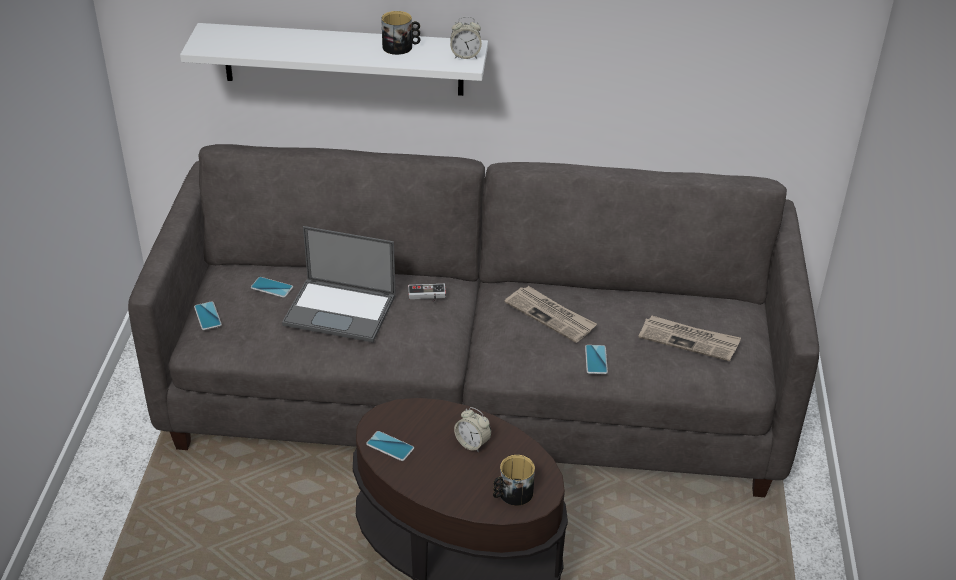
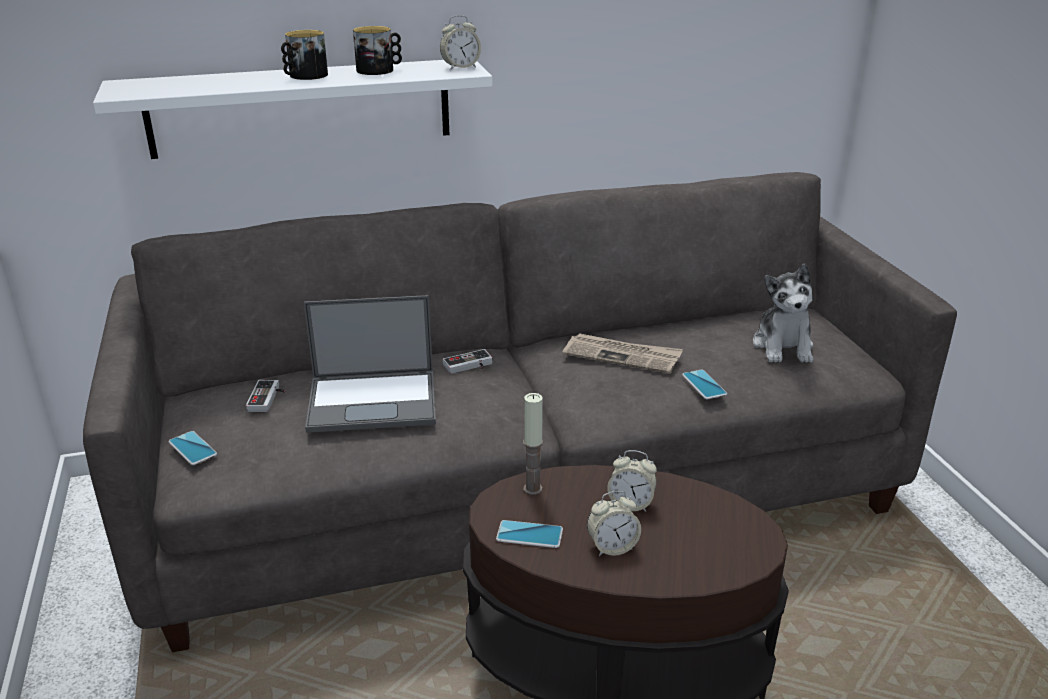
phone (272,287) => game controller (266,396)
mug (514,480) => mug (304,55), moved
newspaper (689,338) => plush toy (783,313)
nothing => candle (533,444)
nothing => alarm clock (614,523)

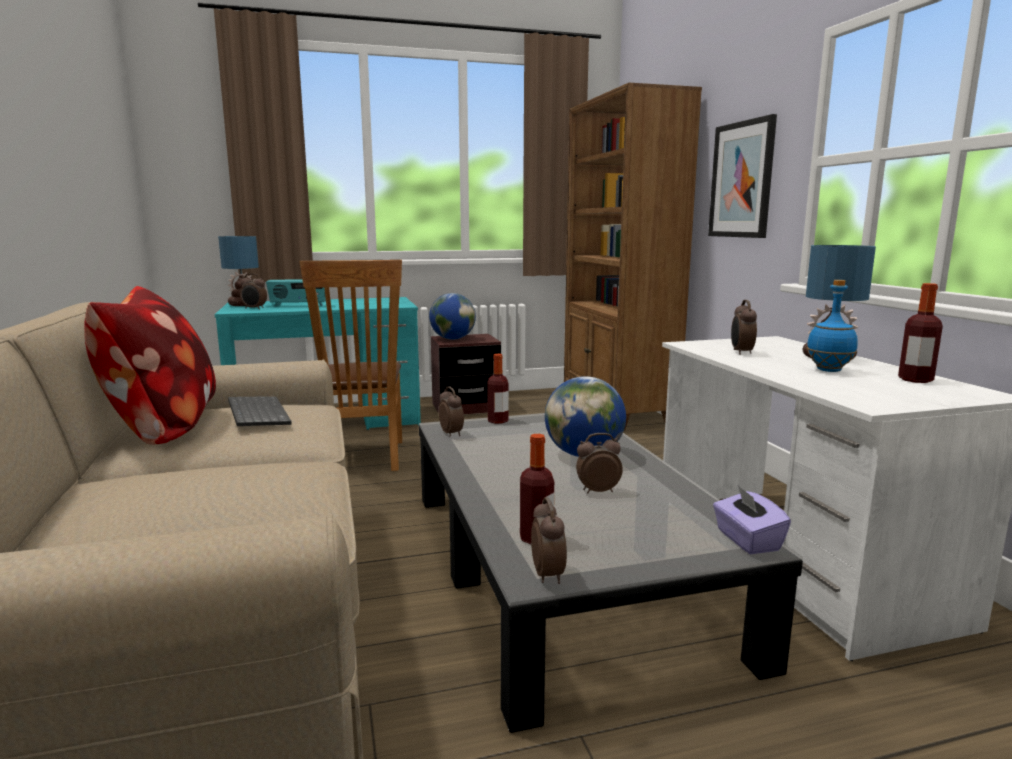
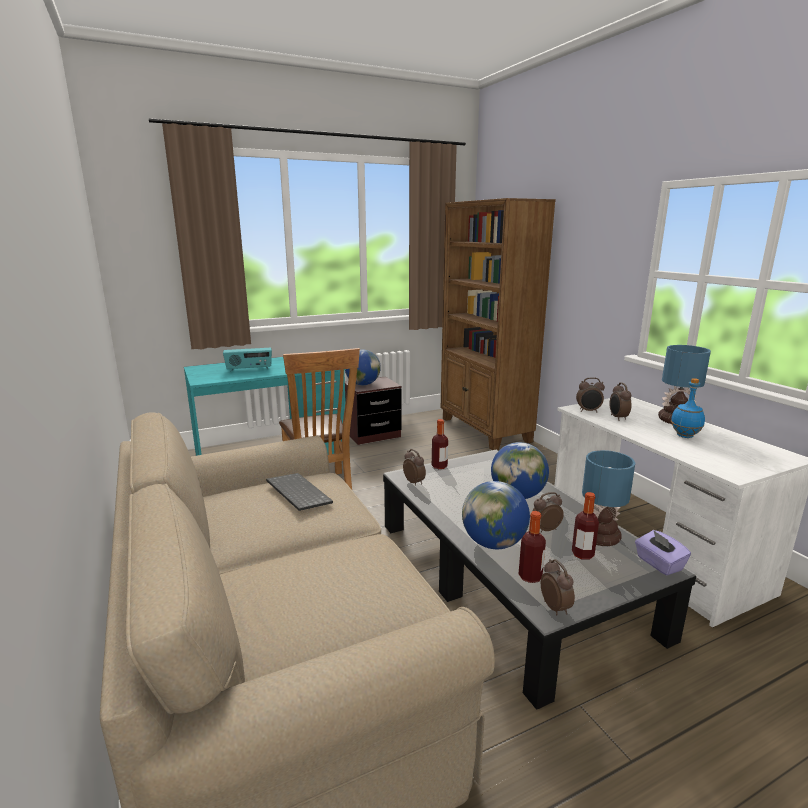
pillow (150,365) => nothing
table lamp (238,271) => table lamp (608,498), moved
alarm clock (253,291) => alarm clock (590,394), moved
picture (742,176) => nothing
bottle (920,333) => bottle (585,526), moved
nothing => globe (496,515)

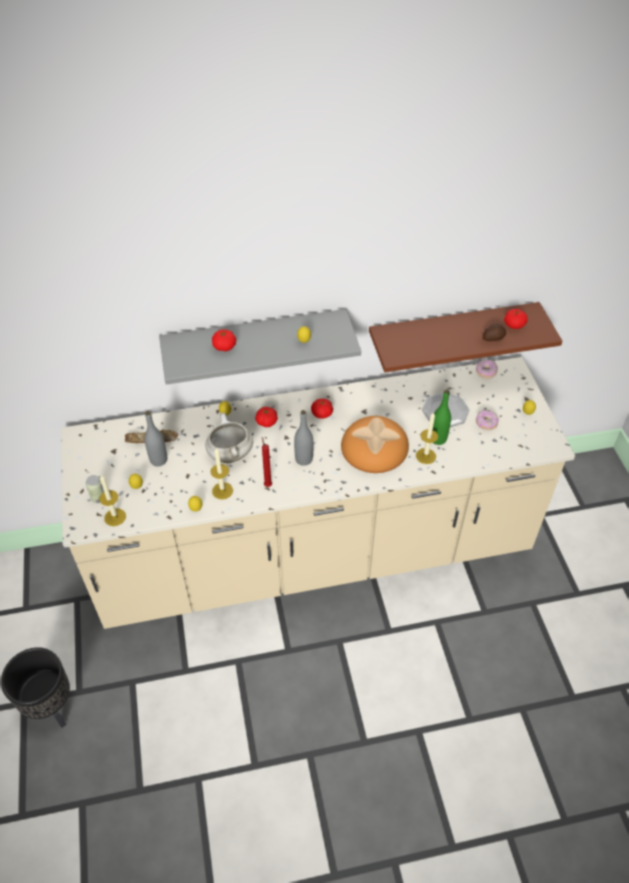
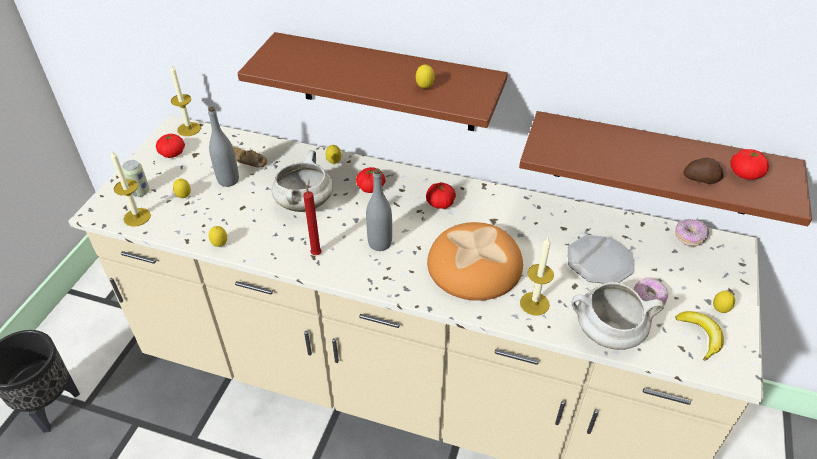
shelf/grey (260,347) => shelf/brown (372,81)
candle (221,473) => candle (185,100), moved
tomato (224,340) => tomato (170,146), moved
bottle/green (442,417) => nothing
nothing => cooking pot/white (618,316)
nothing => banana (699,336)

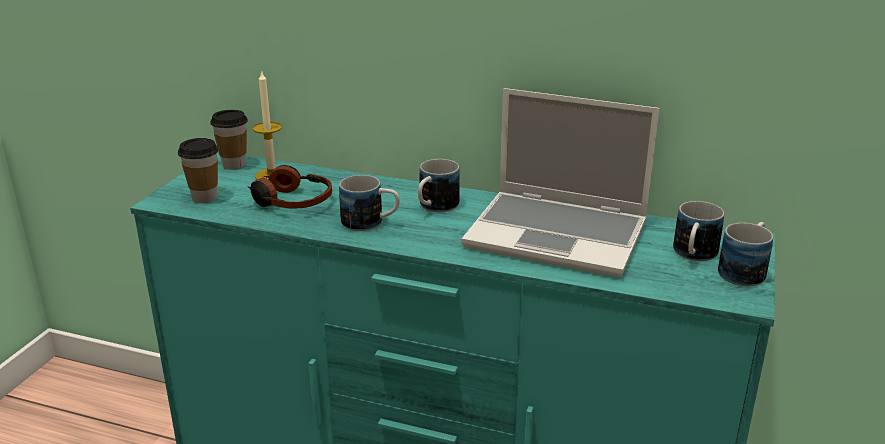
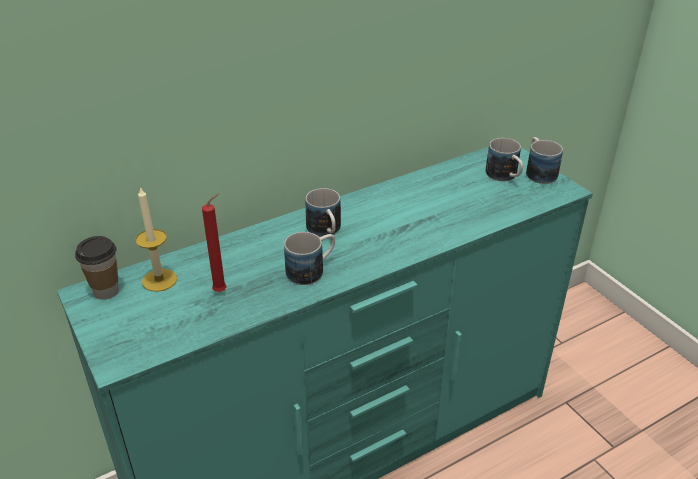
cup (198,170) => nothing
headphones (289,187) => candle/red (214,242)
laptop (561,182) => nothing

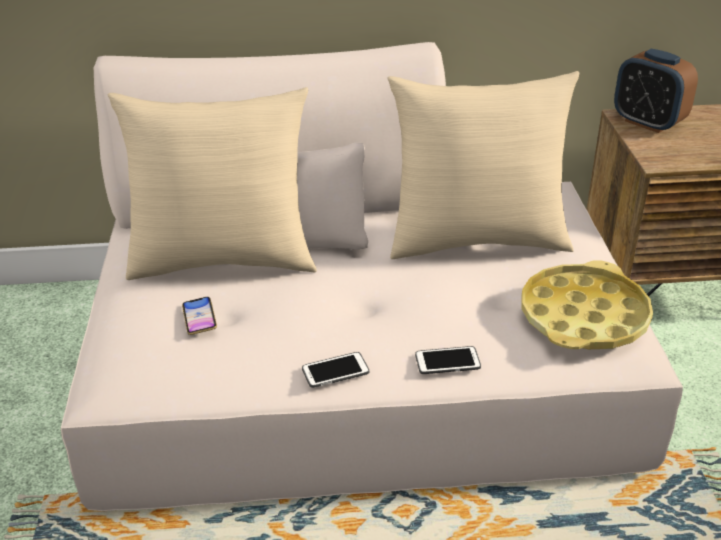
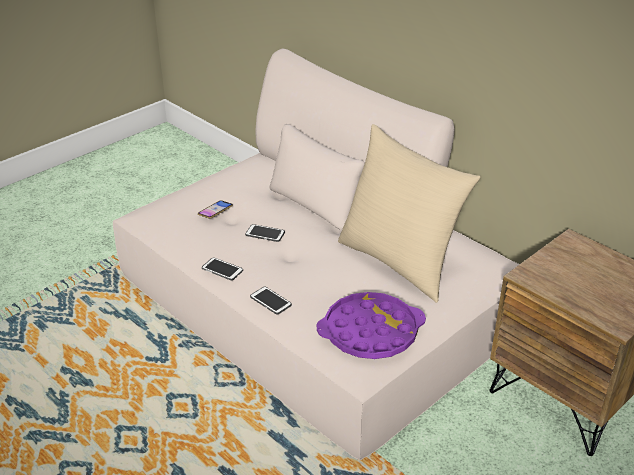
pillow/beige (212,183) => nothing
tray/yellow (587,304) => tray/purple (371,325)
alarm clock (656,91) => nothing
nothing => phone (265,233)

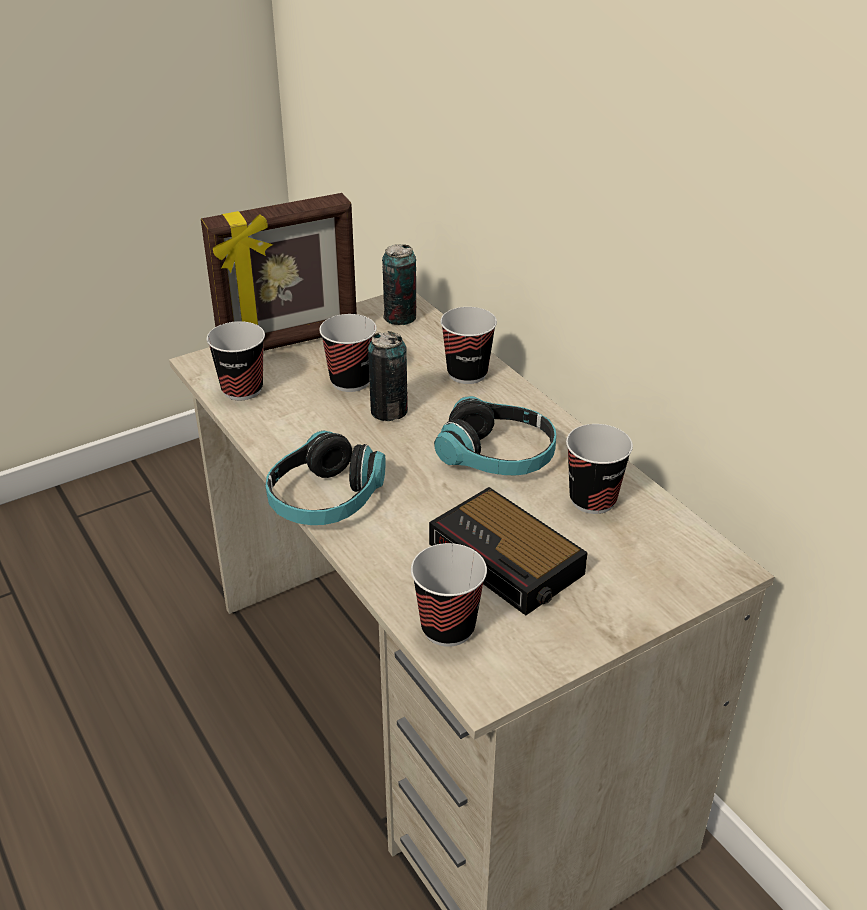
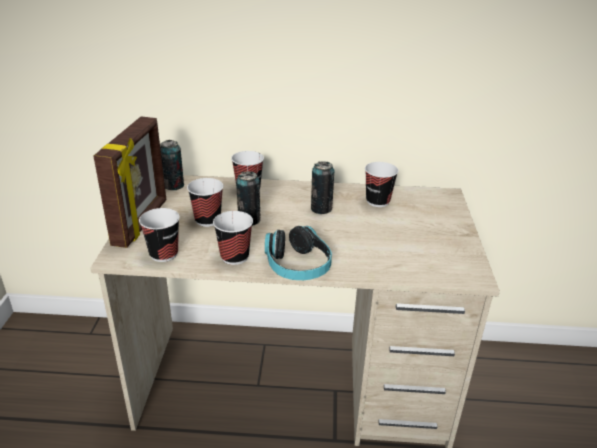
cup (449,595) => cup (233,238), moved
alarm clock (508,551) => nothing
headphones (495,435) => can (323,187)

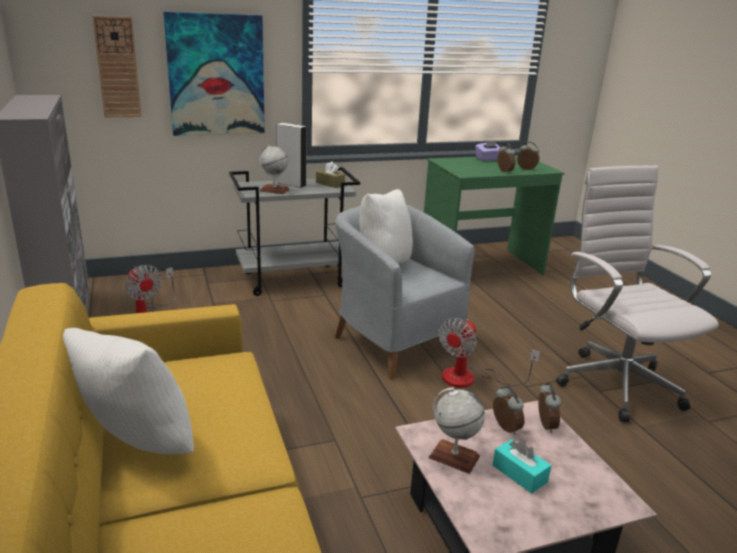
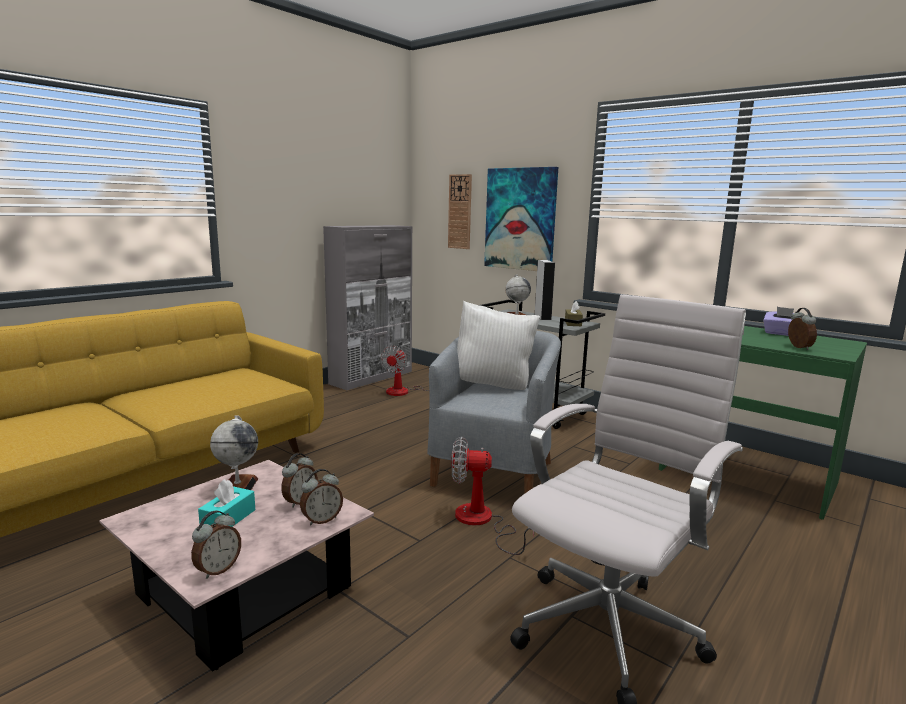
pillow/white (128,391) => nothing
alarm clock (506,158) => alarm clock (216,545), moved

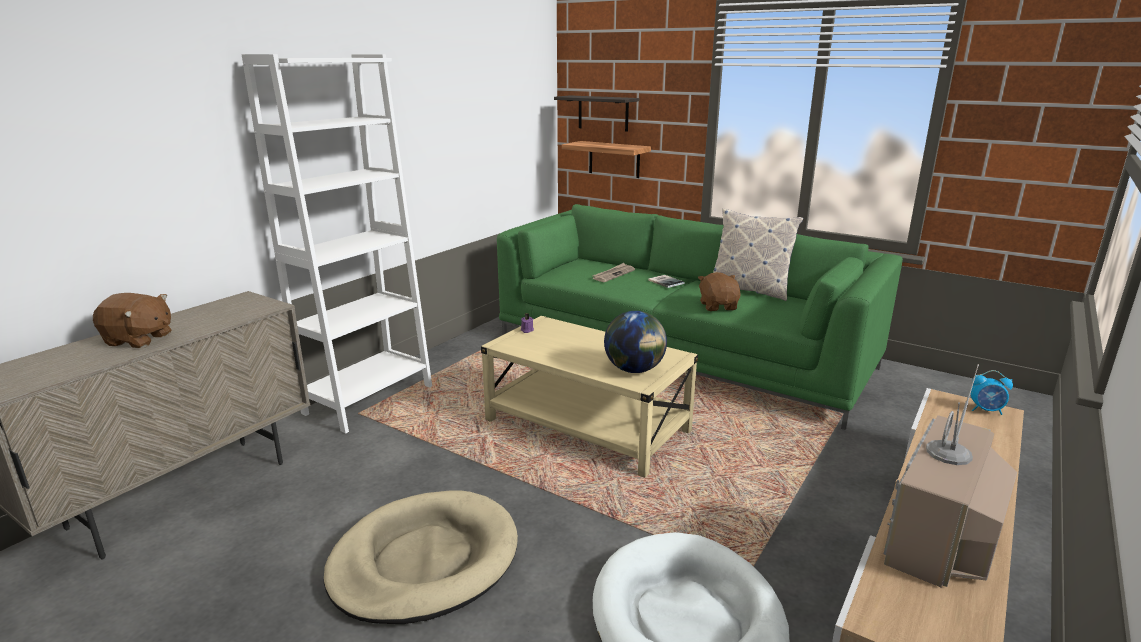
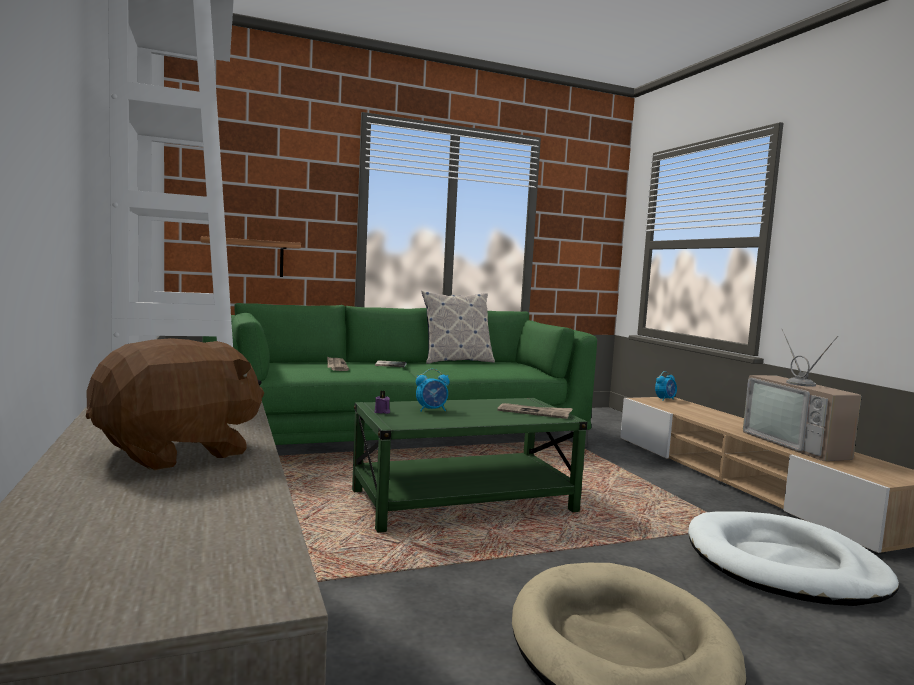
coffee table/beige (589,397) => coffee table/green (469,465)
shelf (597,113) => nothing
globe (635,342) => newspaper (535,411)
plush toy/brown (719,291) => nothing
nothing => alarm clock (433,390)

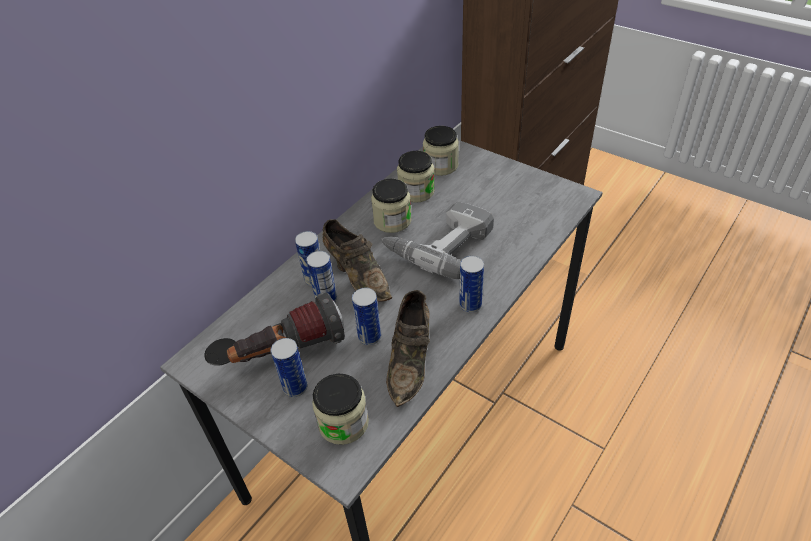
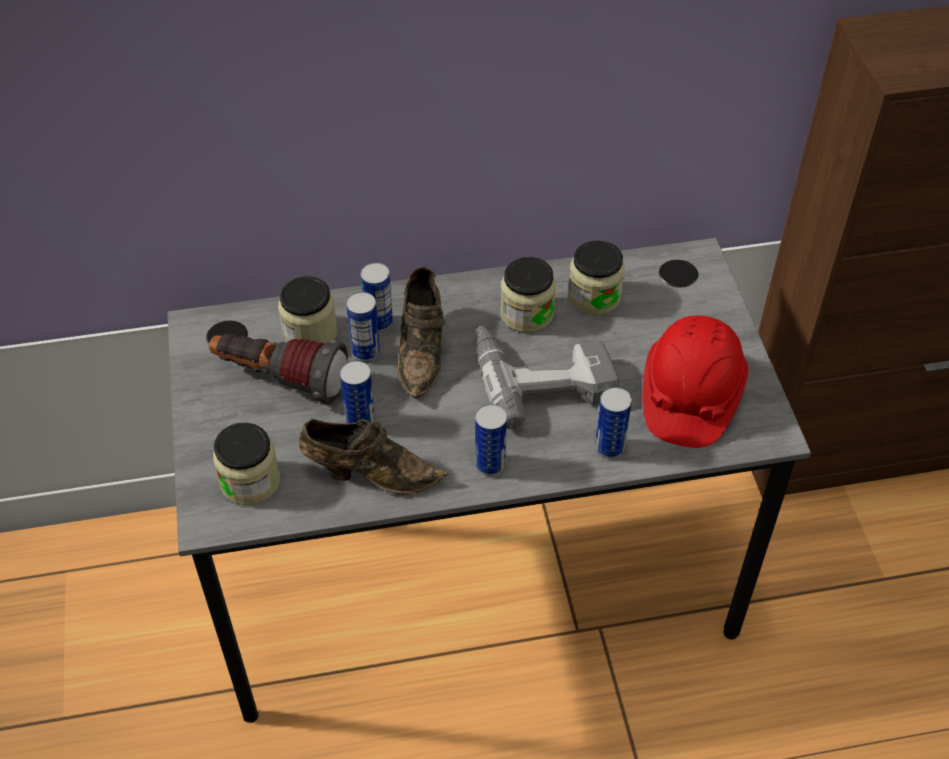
can (289,367) => can (613,423), moved
shoe/brown (408,348) => shoe/brown (373,456), 135 degrees counterclockwise
jar (441,151) => jar (307,310), moved
nothing => hard hat/red (695,381)

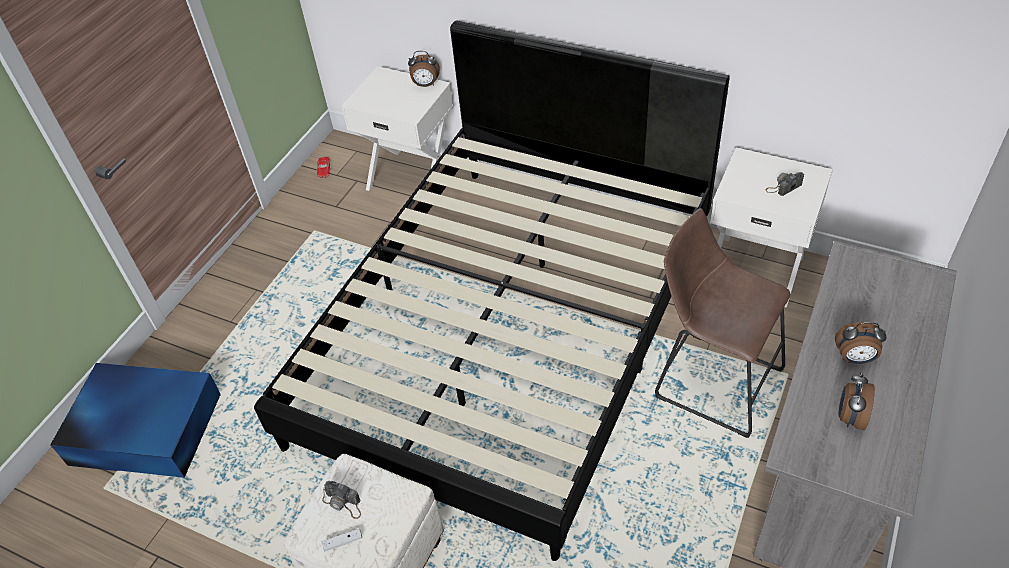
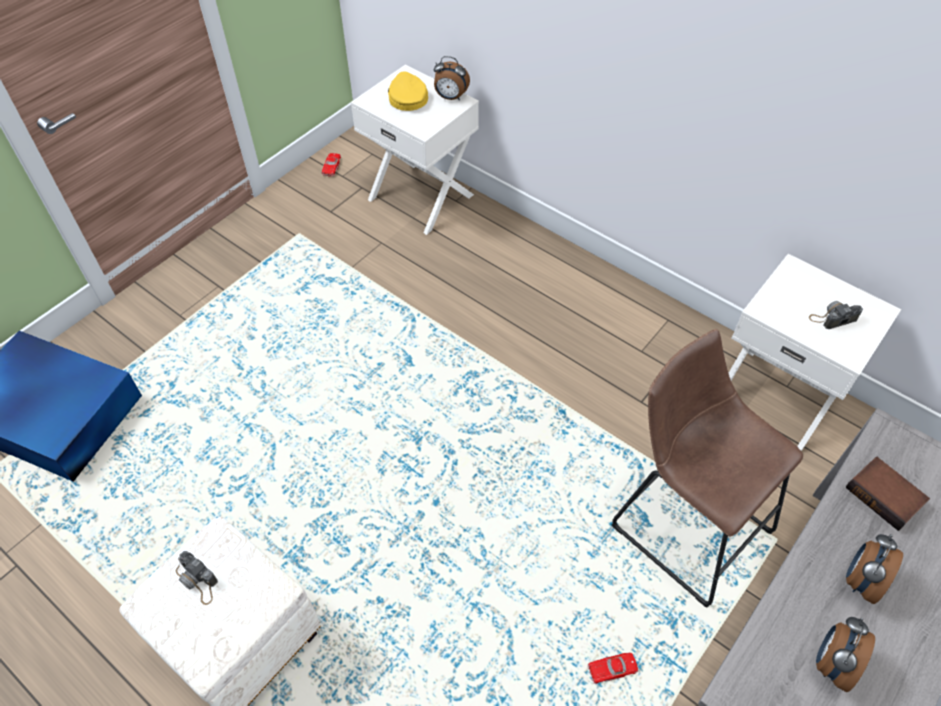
bed/black (492,290) => nothing
game controller/white (342,540) => nothing
alarm clock (861,343) => alarm clock (874,569), 105 degrees clockwise
nothing => cap/yellow (408,91)
nothing => toy car/red (612,668)
nothing => book (888,493)

